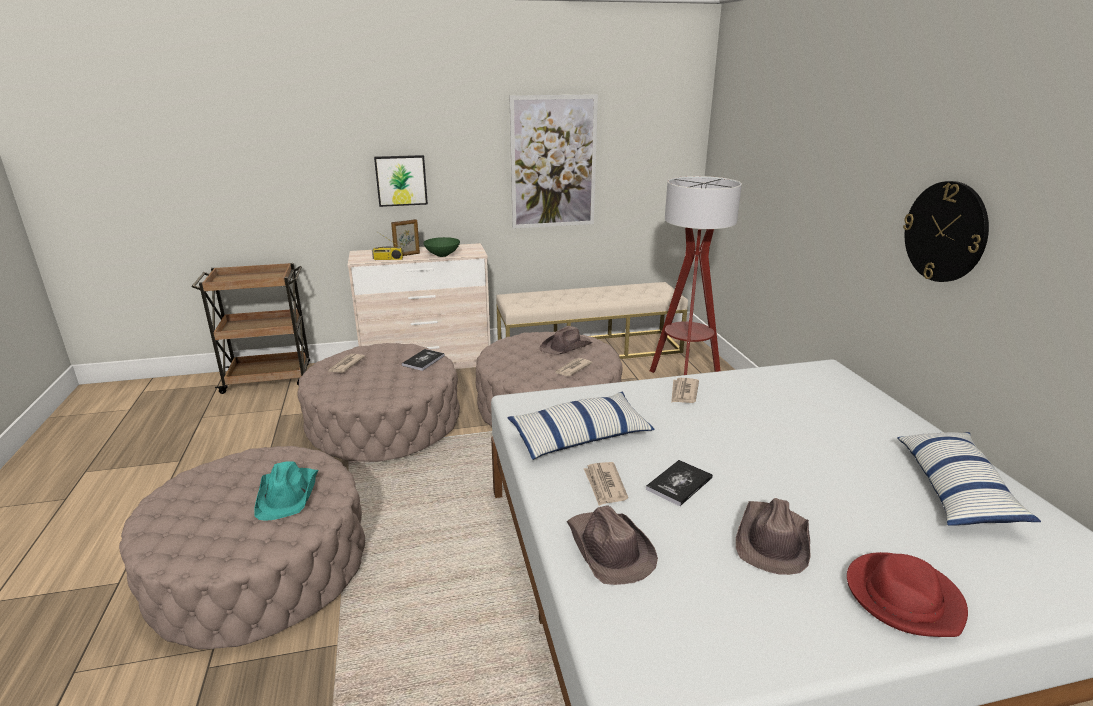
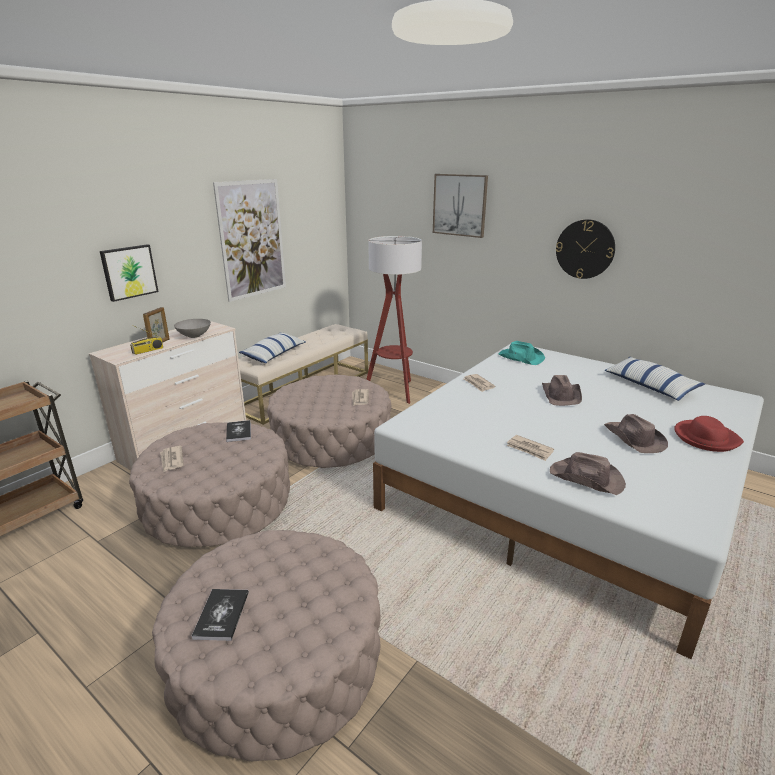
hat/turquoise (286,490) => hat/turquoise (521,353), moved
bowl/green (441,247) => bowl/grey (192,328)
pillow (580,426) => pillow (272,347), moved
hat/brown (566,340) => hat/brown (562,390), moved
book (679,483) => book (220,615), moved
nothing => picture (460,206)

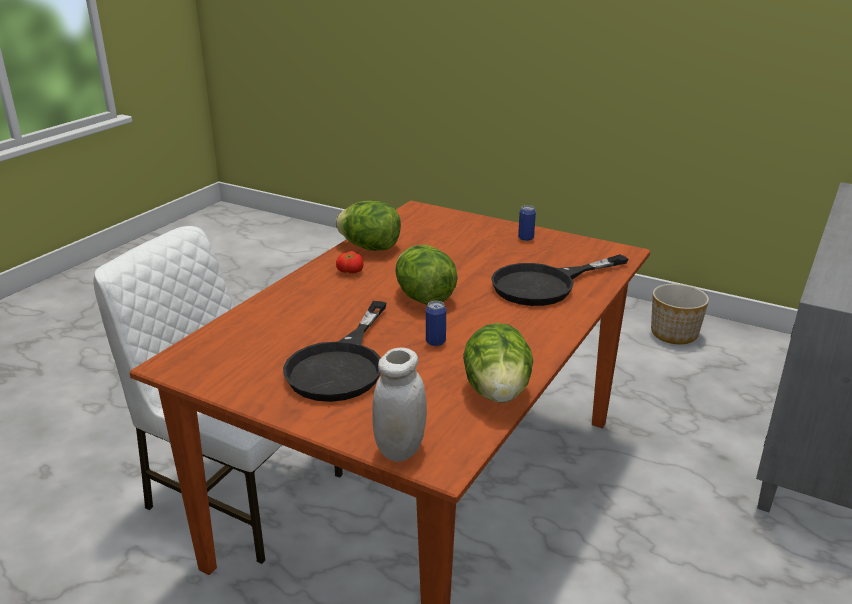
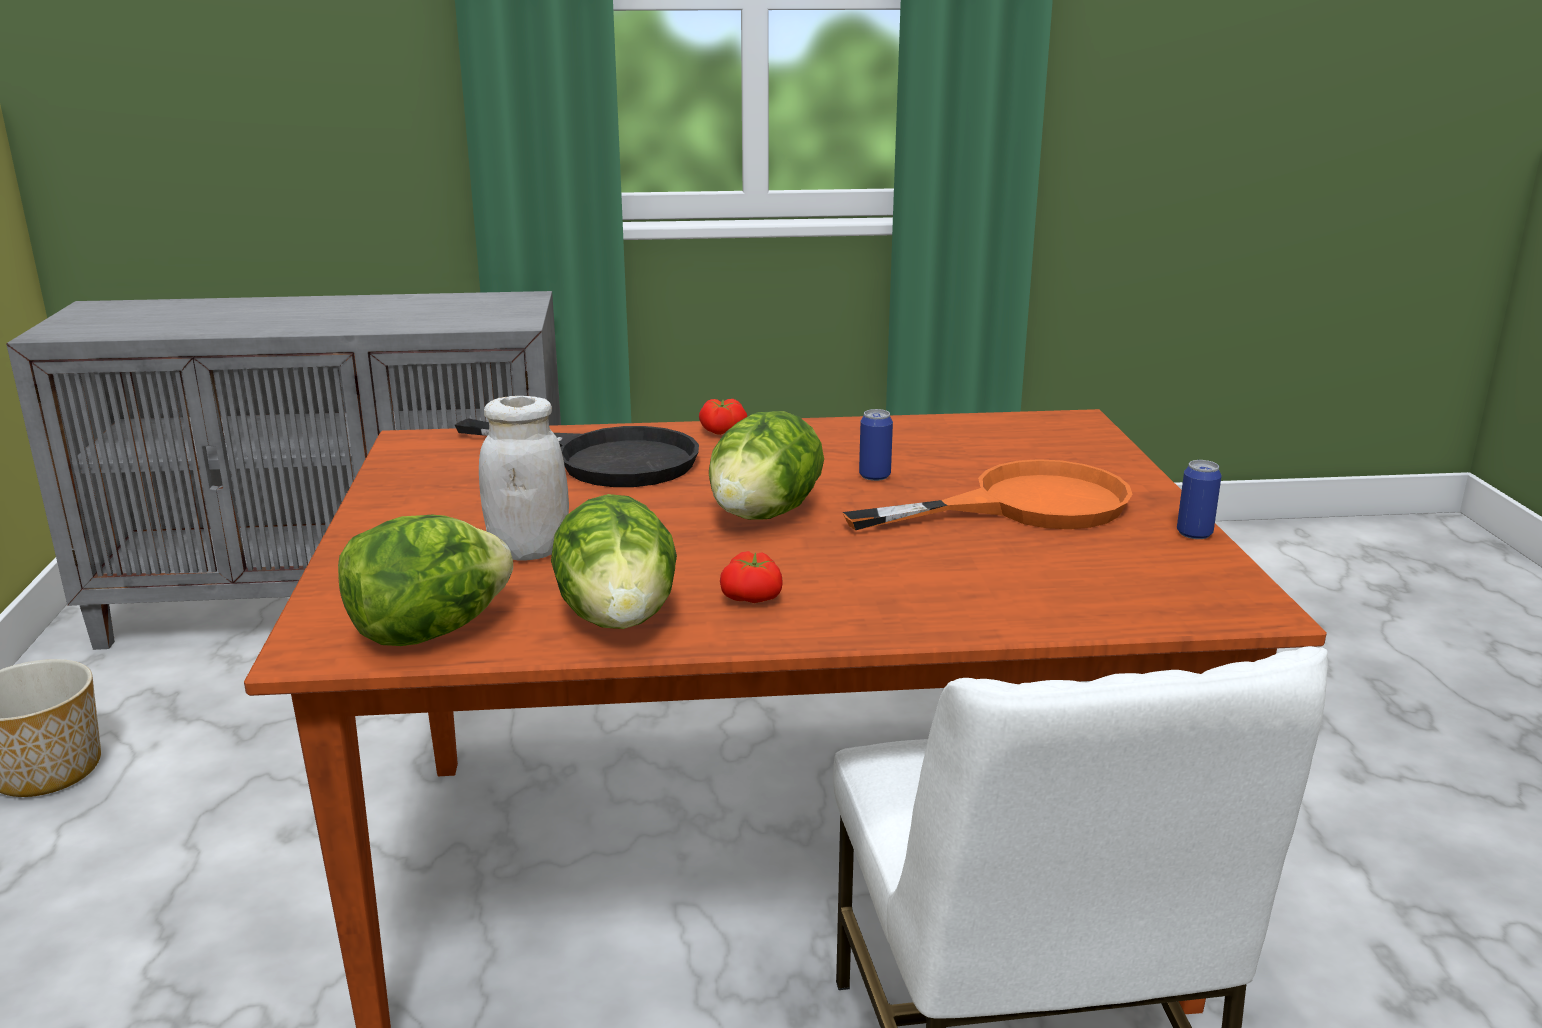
frying pan/black (334,351) => frying pan/orange (987,494)
jar/white (399,405) => jar/white (524,478), moved
lettuce (498,363) => lettuce (425,580), moved
can (527,223) => can (1199,499), moved
nothing => tomato (723,417)

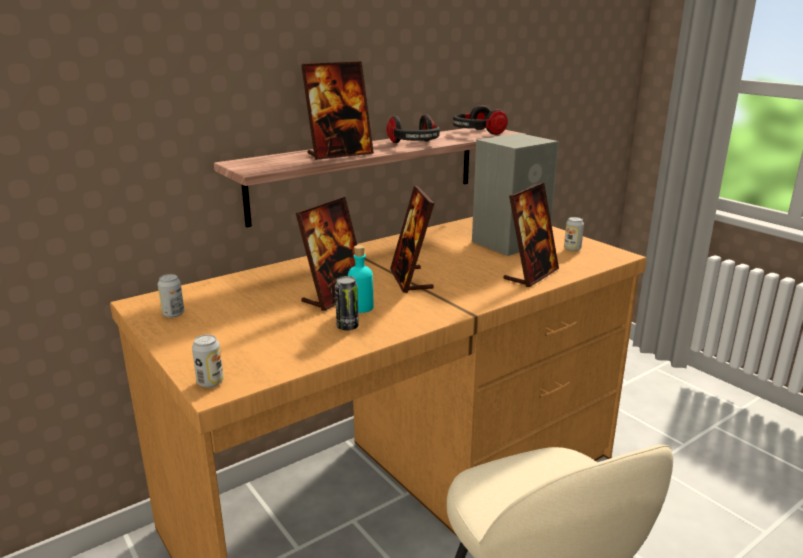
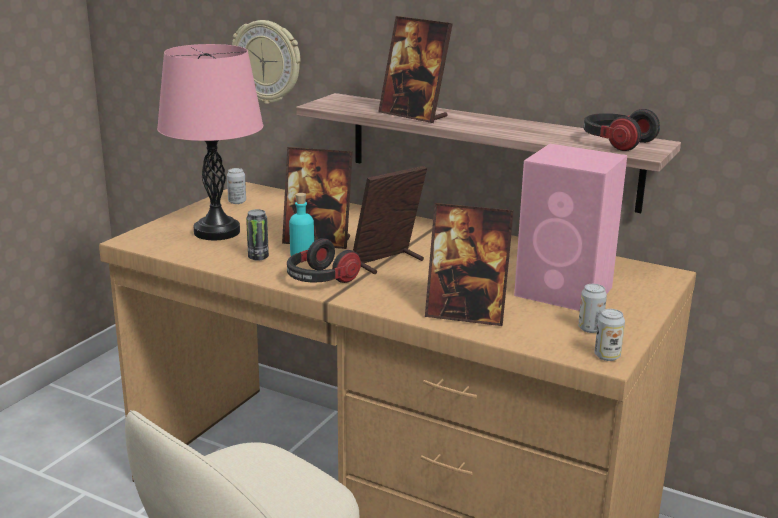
can (208,361) => can (609,335), moved
headphones (413,128) => headphones (324,260), moved
speaker/grey (515,194) => speaker/pink (570,227)
nothing => table lamp/pink (210,142)
nothing => wall clock (266,62)

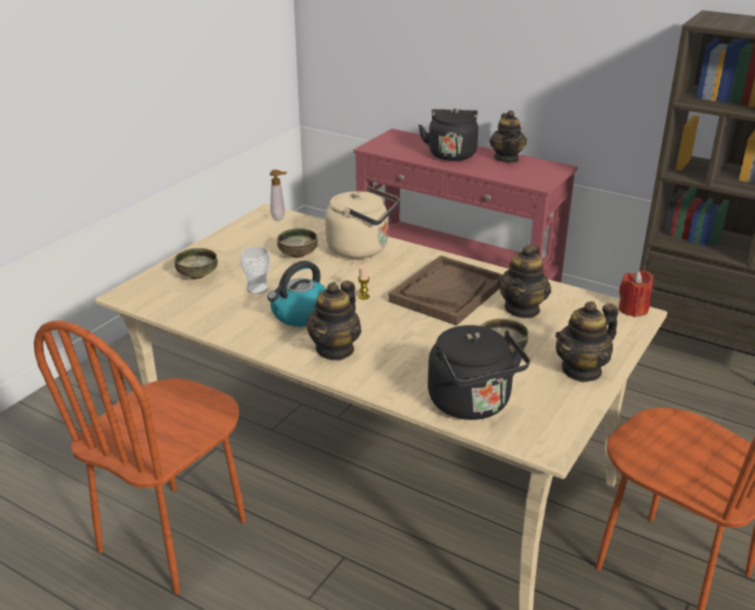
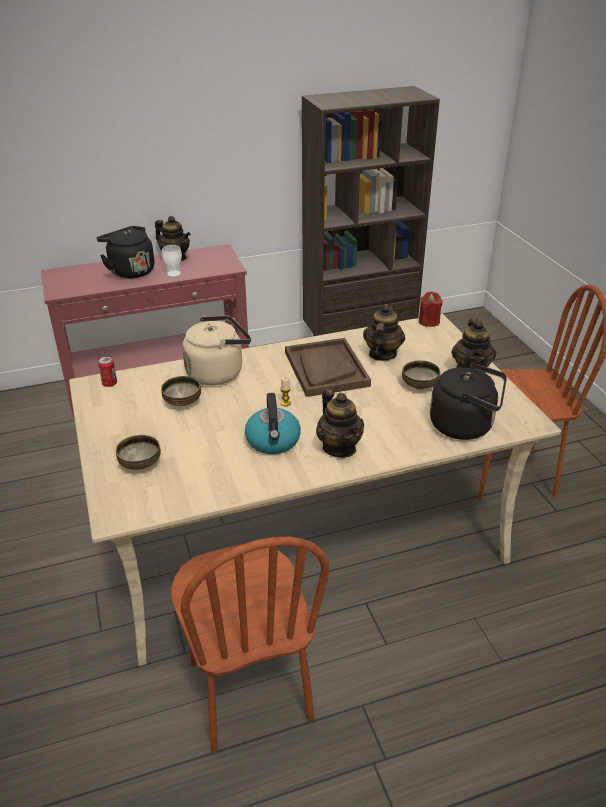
cup (255,270) => cup (172,261), moved
soap dispenser (278,195) => can (107,372)
teapot (524,281) => teapot (384,332), 135 degrees counterclockwise

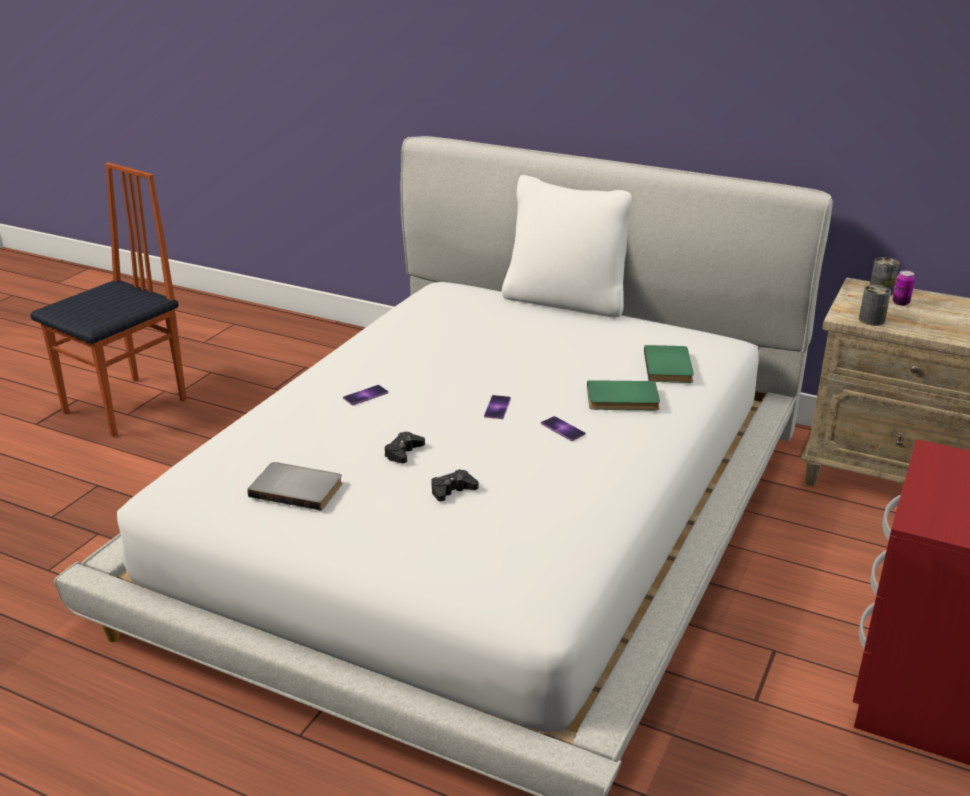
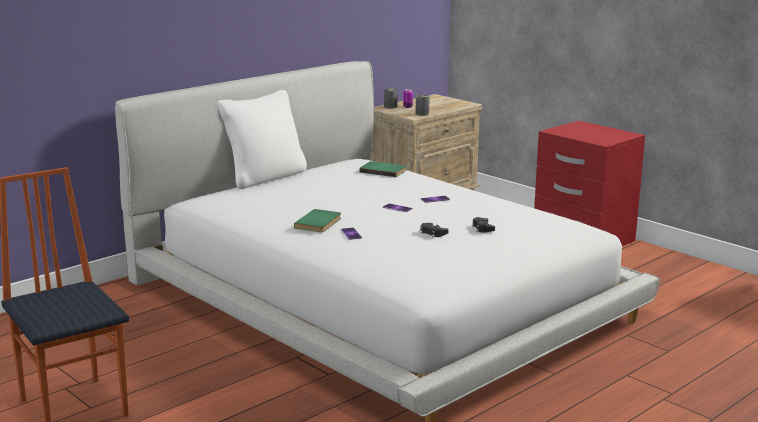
book/grey (294,486) => nothing
book/green (623,395) => book/green (317,220), moved

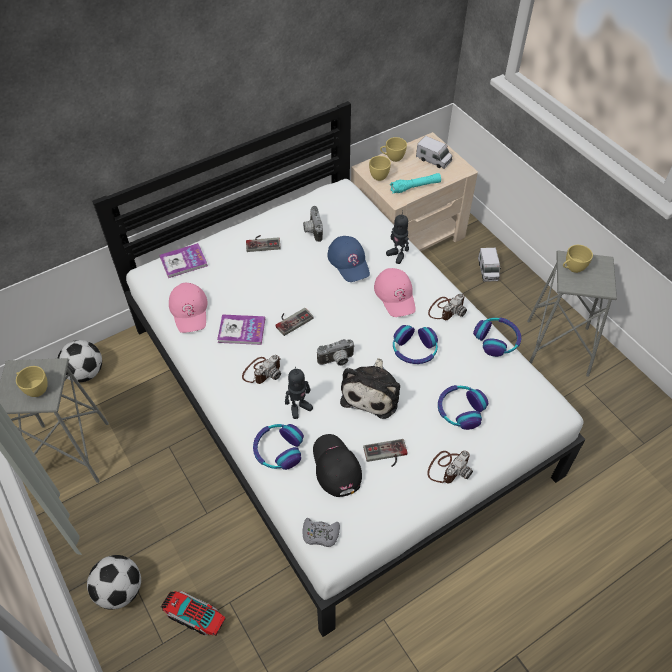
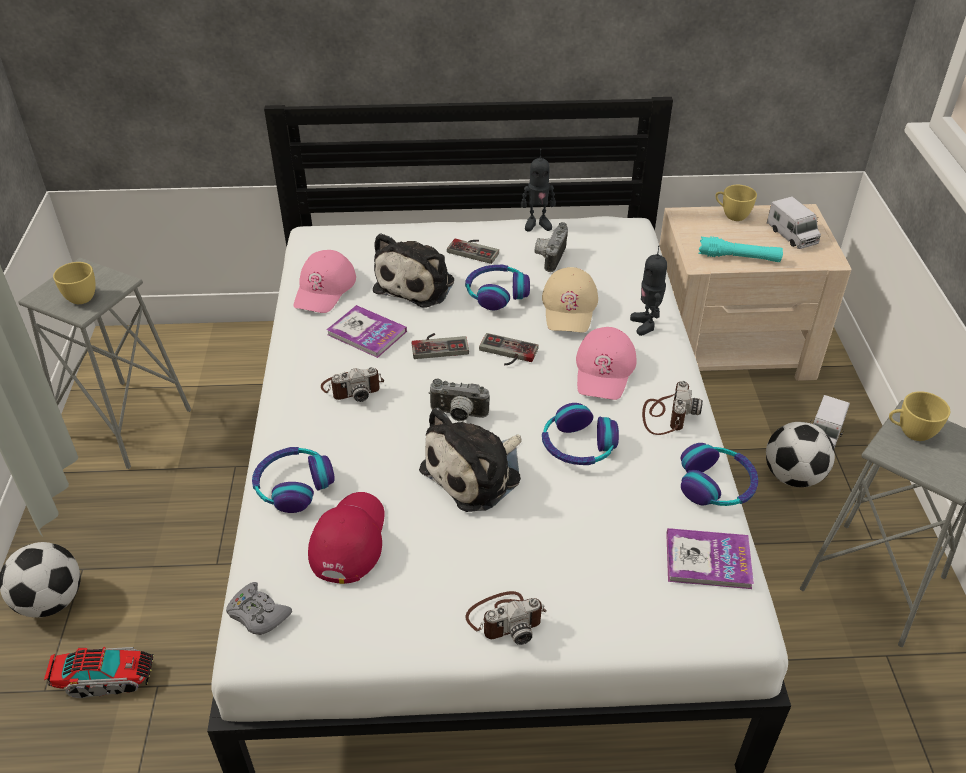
football (80,361) => football (800,454), moved
book (184,260) => book (710,558), moved
toy truck (193,613) => toy truck (99,672), 120 degrees clockwise
toy robot (299,393) => toy robot (538,190), moved
cap/black (337,465) => cap/red (346,538)
cap/blue (348,259) => cap/beige (570,300)
game controller (385,453) => game controller (509,349), moved
cup/yellow (380,168) => nothing
photo camera (447,307) => photo camera (672,408), 60 degrees counterclockwise
headphones (463,407) => headphones (497,287), moved
nothing => plush toy (413,270)

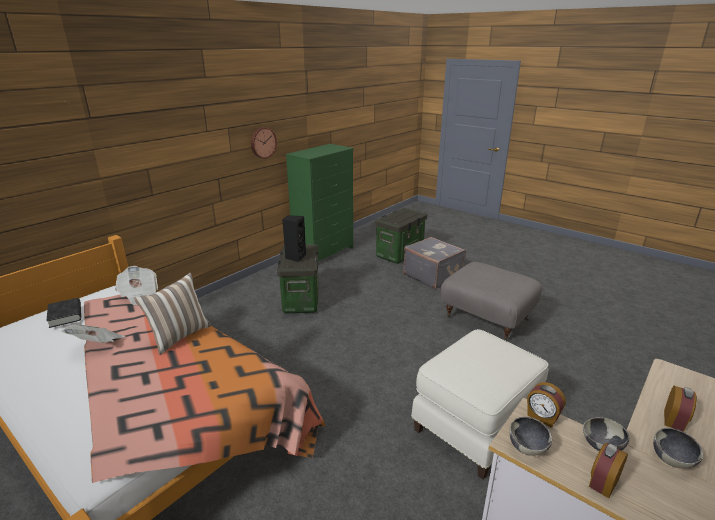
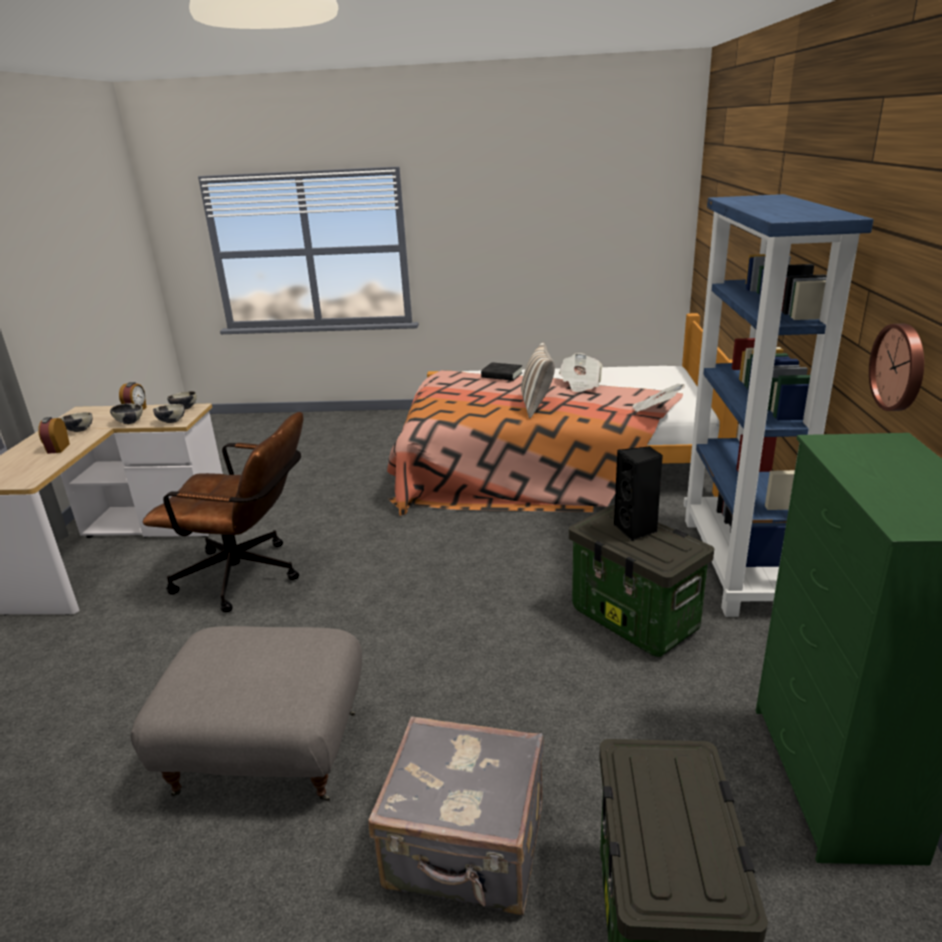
book/black (64,313) => book/black (502,371), moved
ottoman/white (480,404) => office chair/brown (223,512)
alarm clock (546,405) => bowl (169,413)
nothing => bookcase/blue (778,405)

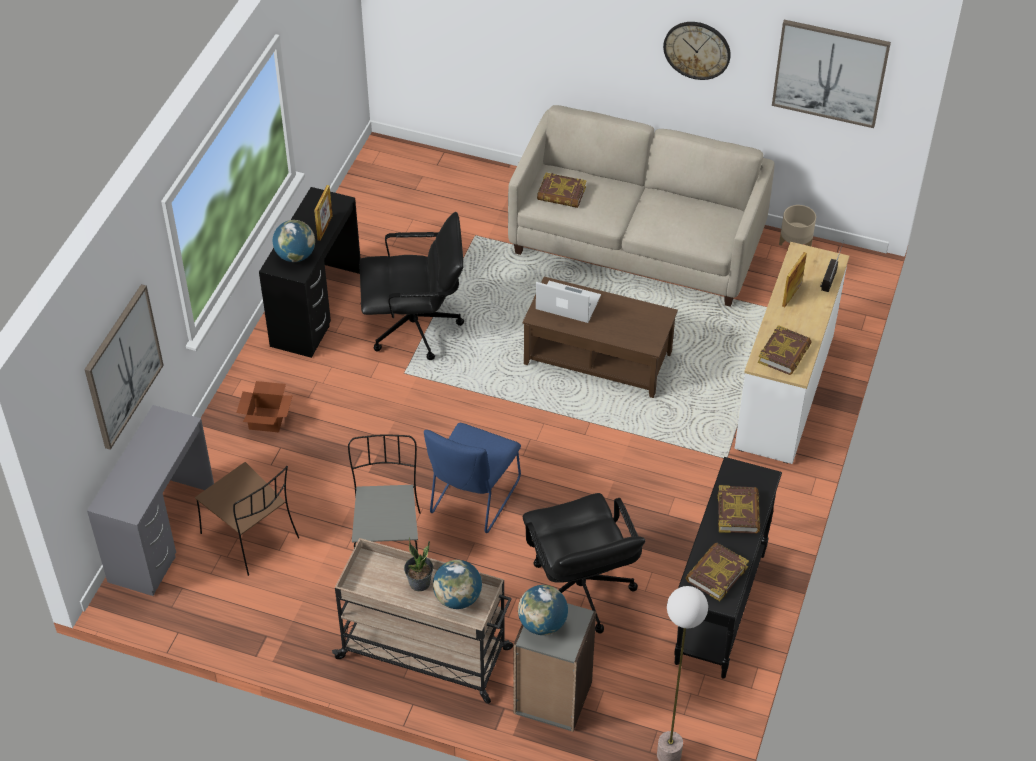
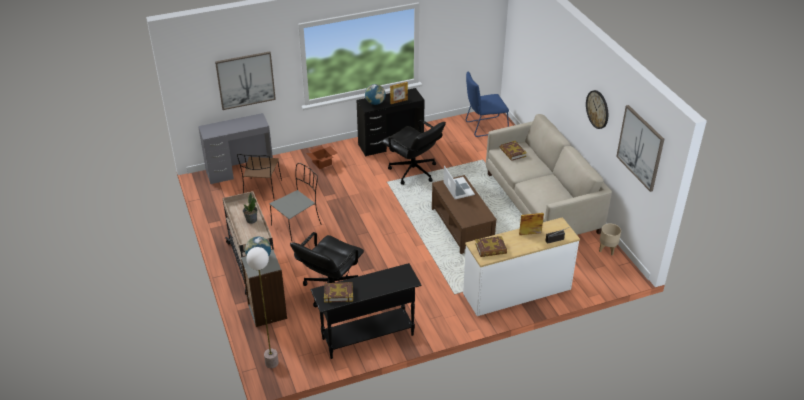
chair/blue (472,478) => chair/blue (487,104), moved
globe (457,584) => nothing
book (738,509) => nothing

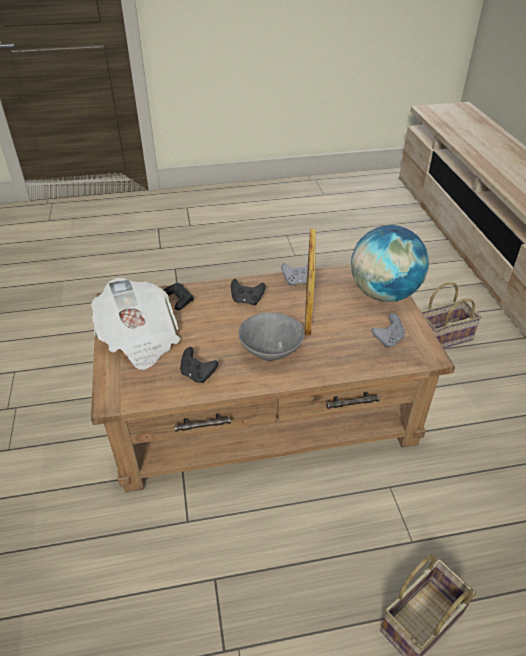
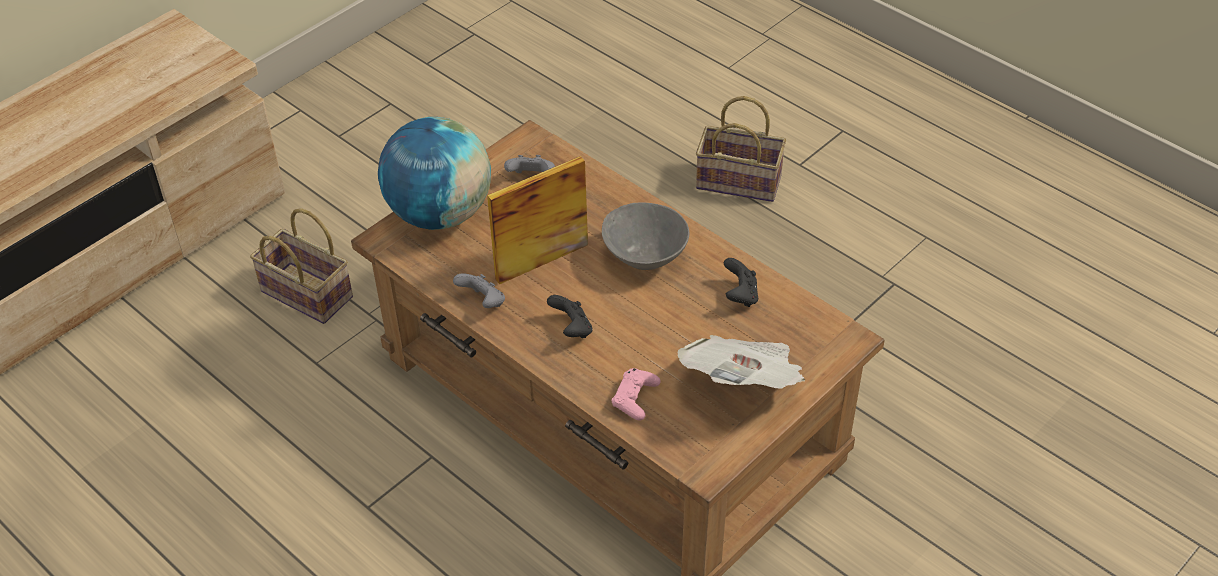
game controller/black (178,296) => game controller/pink (636,394)

